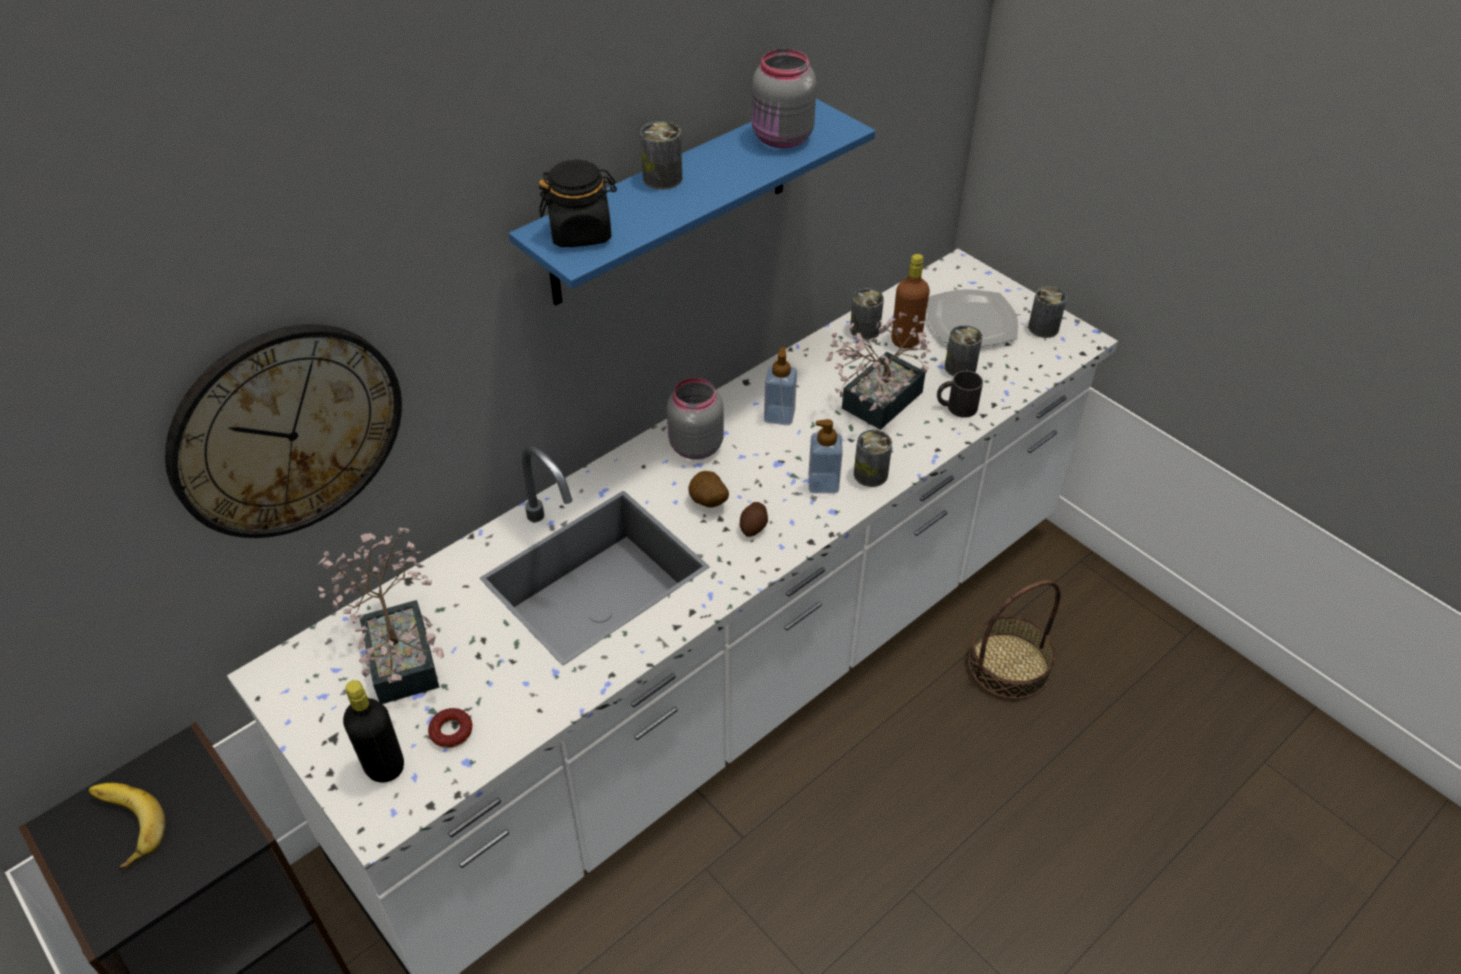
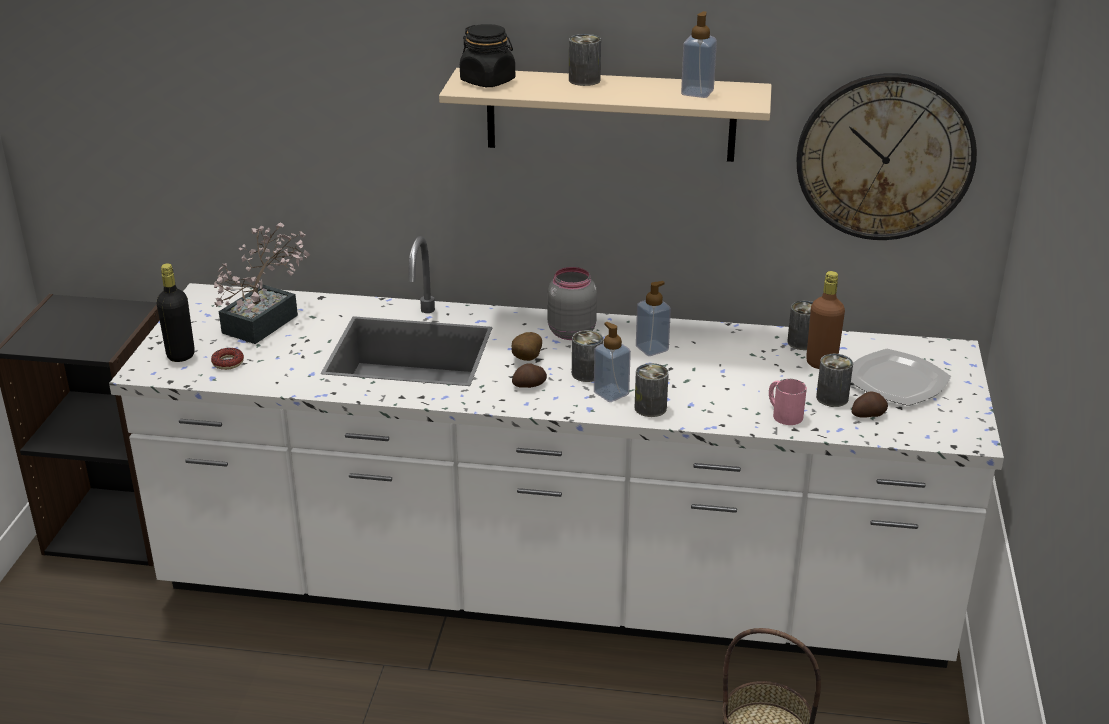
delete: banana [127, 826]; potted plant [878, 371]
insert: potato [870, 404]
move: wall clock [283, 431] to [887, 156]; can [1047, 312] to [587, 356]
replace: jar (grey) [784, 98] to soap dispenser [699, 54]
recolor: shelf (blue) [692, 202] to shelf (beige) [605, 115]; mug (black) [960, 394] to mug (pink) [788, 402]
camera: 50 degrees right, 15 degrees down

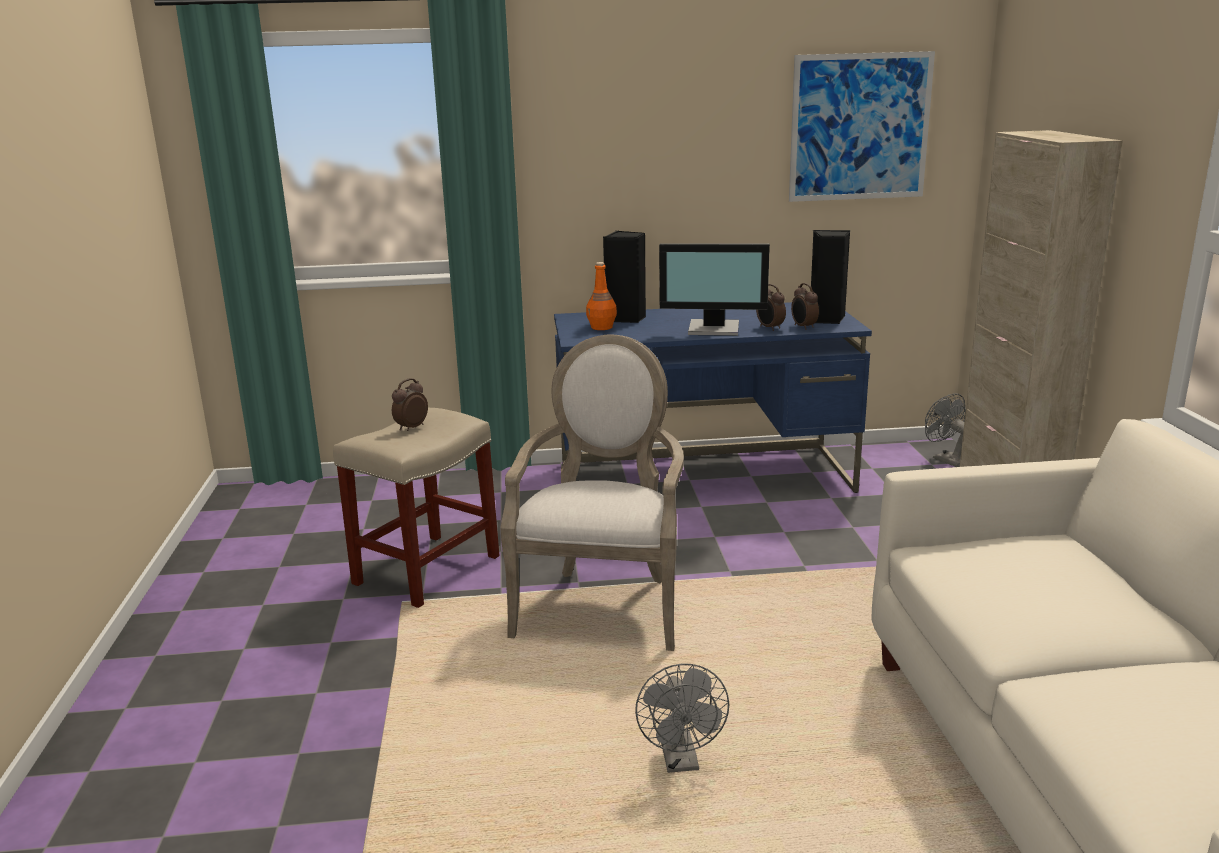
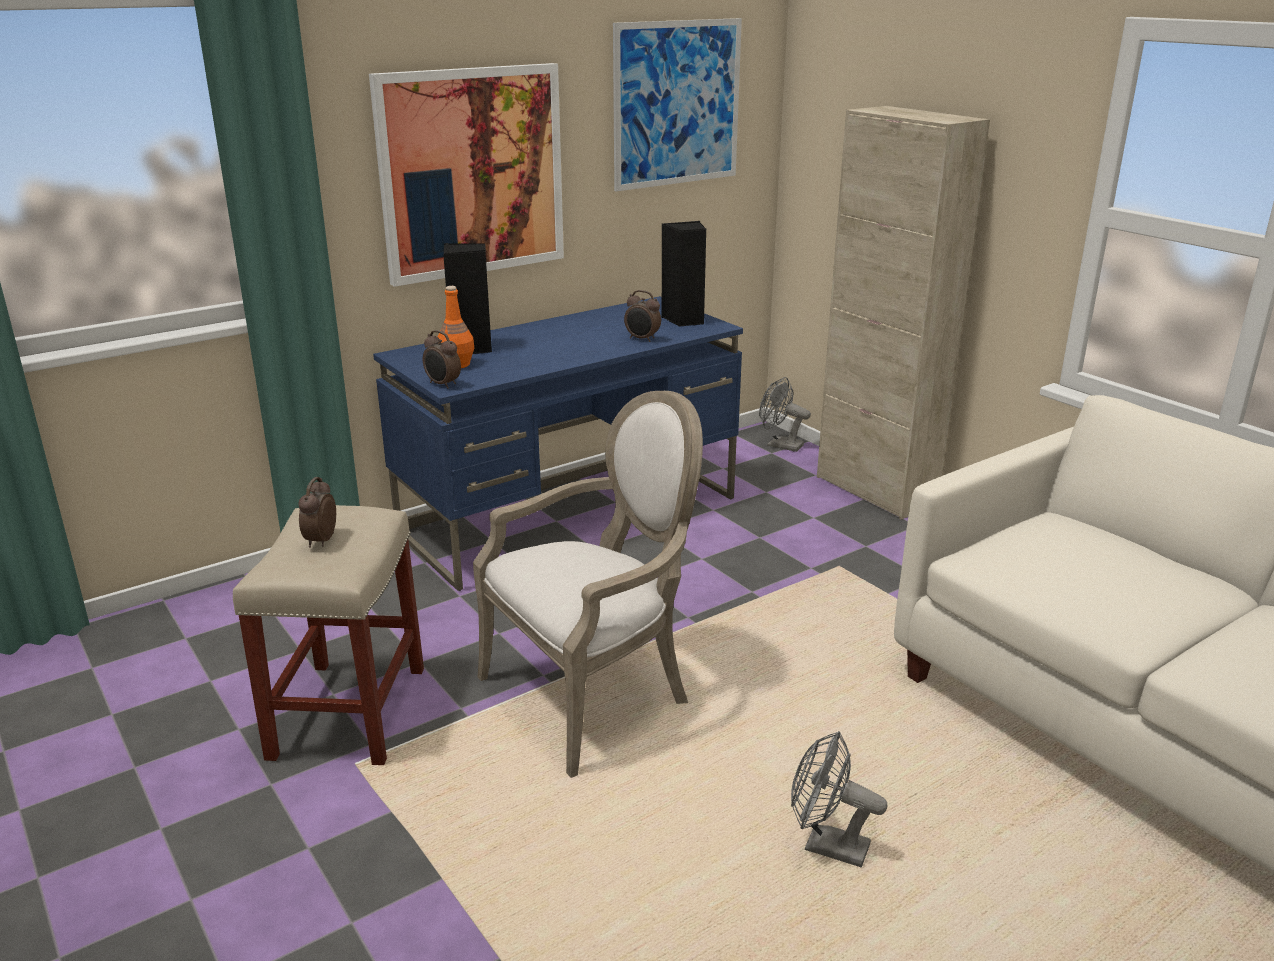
delete: monitor [714, 289]
insert: picture [466, 175]
move: alarm clock [805, 306] to [442, 359]
rotate: armchair [592, 493] = [588, 584] 75 degrees clockwise; fan (grey) [682, 718] = [839, 799] 150 degrees clockwise
camera: 30 degrees left, 5 degrees up

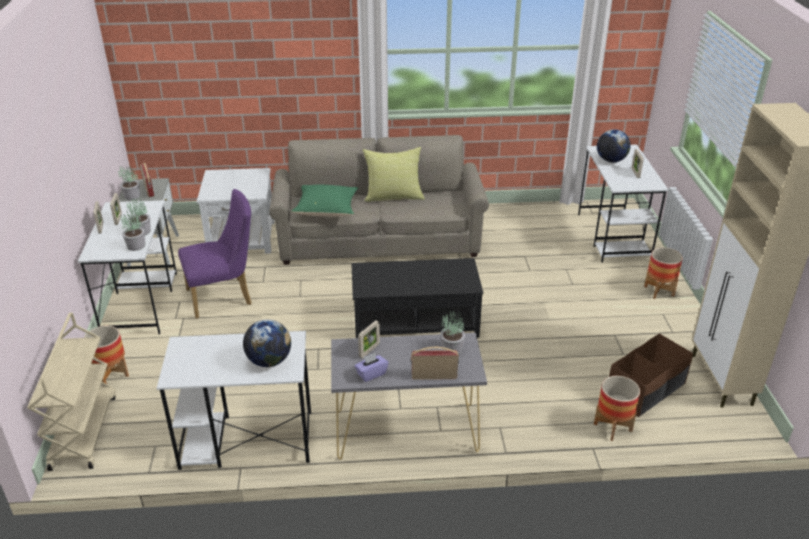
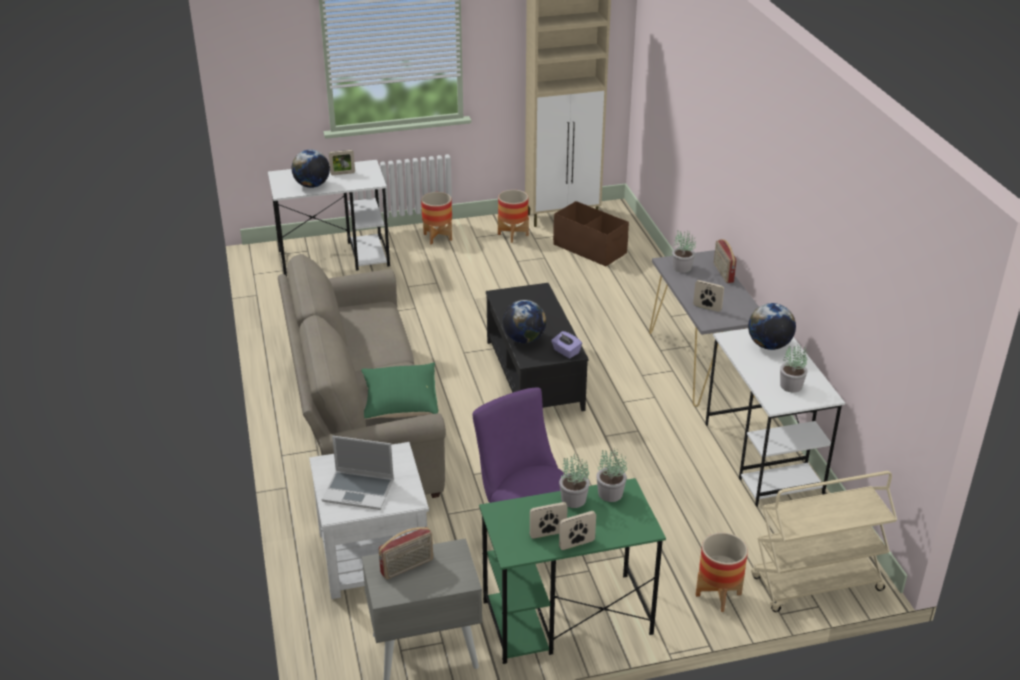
delete: pillow (yellow) [393, 174]
insert: laptop [358, 473]; globe [524, 321]
move: potted plant [129, 183] to [794, 369]; tissue box (purple) [371, 367] to [566, 344]; planter [617, 408] to [513, 216]
recolor: desk (white) [127, 267] to desk (green) [572, 571]
camera: 100 degrees left, 0 degrees up

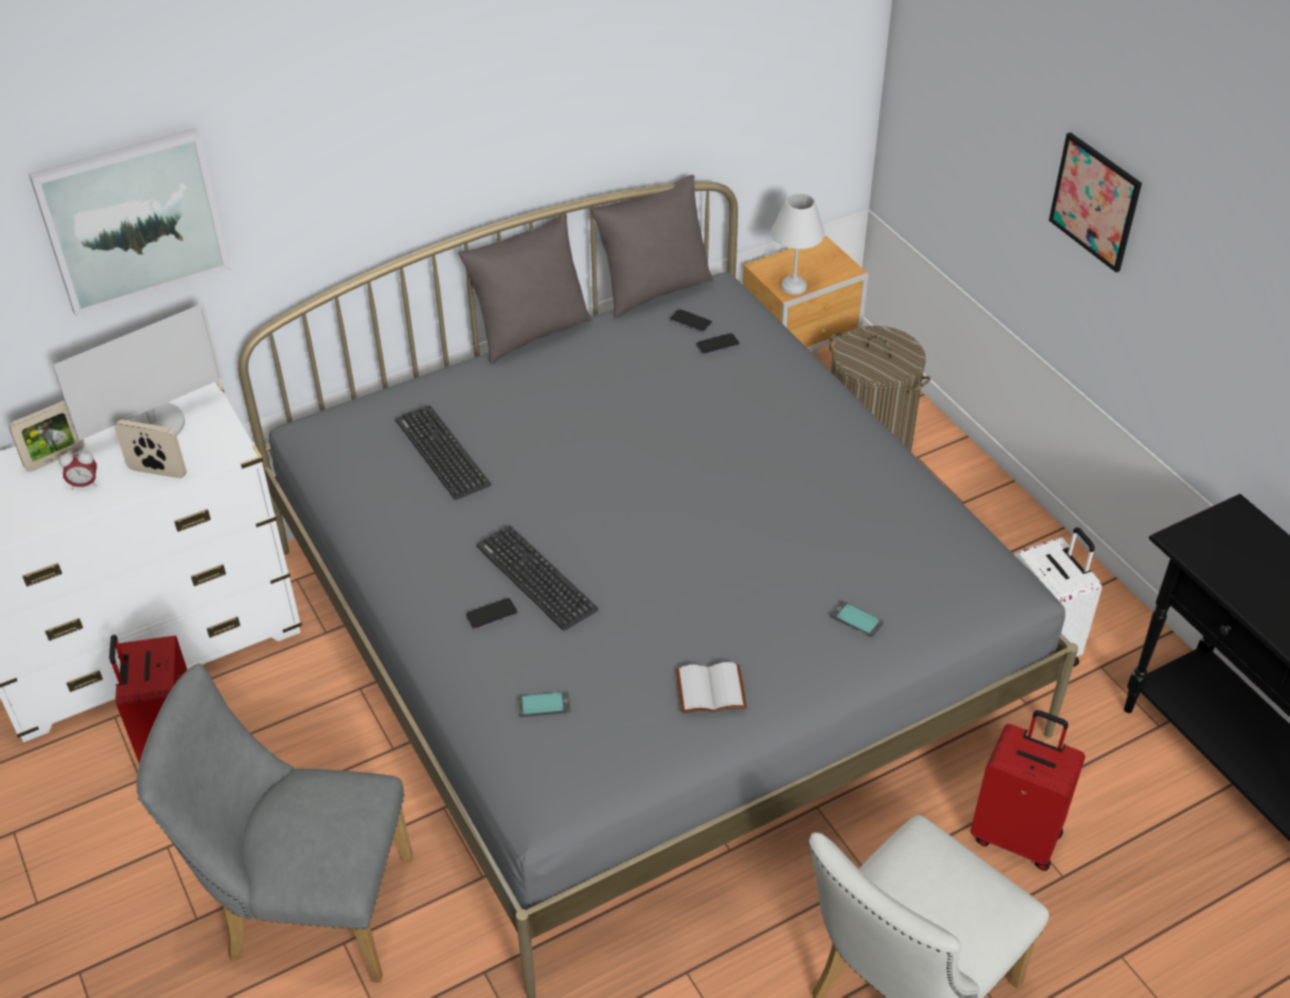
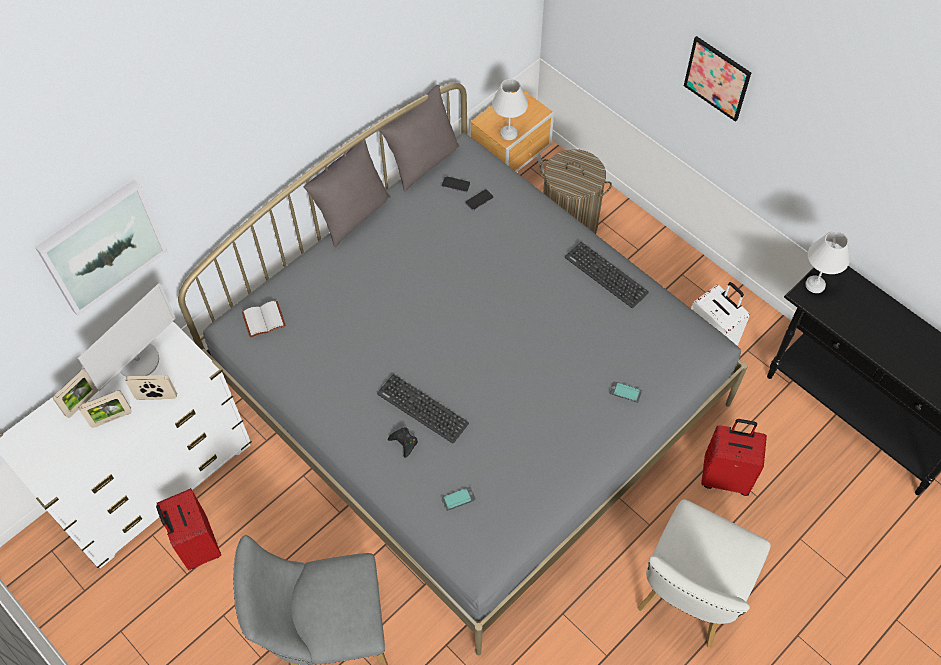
insert: table lamp (white) [827, 262]
move: keyboard [443, 452] to [607, 275]; book (white) [711, 688] to [264, 319]
replace: alarm clock [78, 469] to picture frame [105, 409]; phone [492, 614] to game controller (black) [403, 442]
camera: 15 degrees left, 15 degrees up

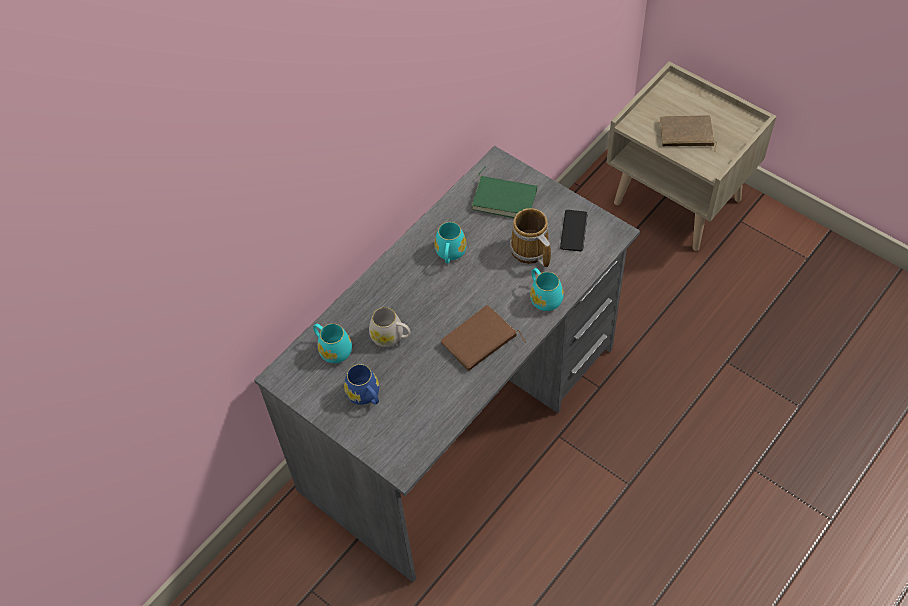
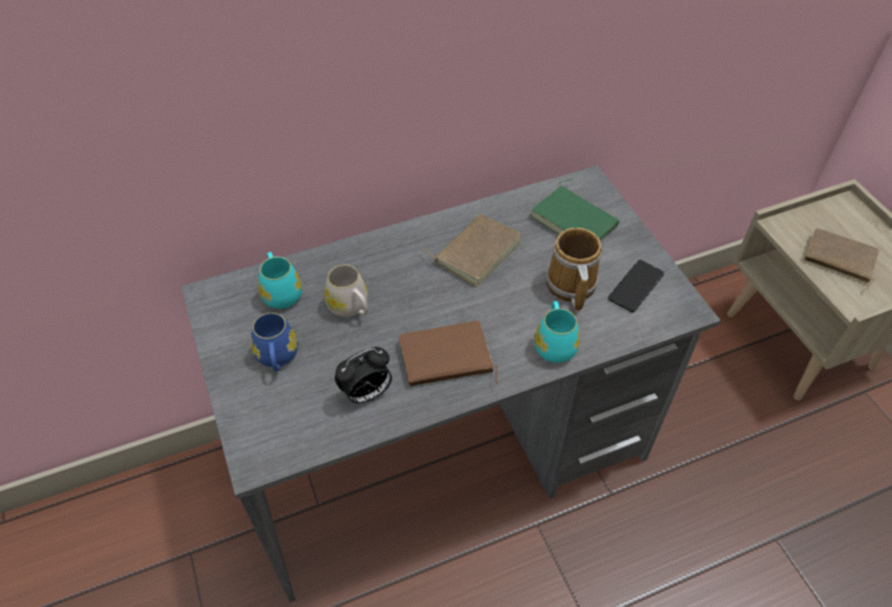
insert: alarm clock [363, 375]
replace: mug (turquoise) [450, 242] to book (brown) [471, 250]
camera: 25 degrees right, 5 degrees down

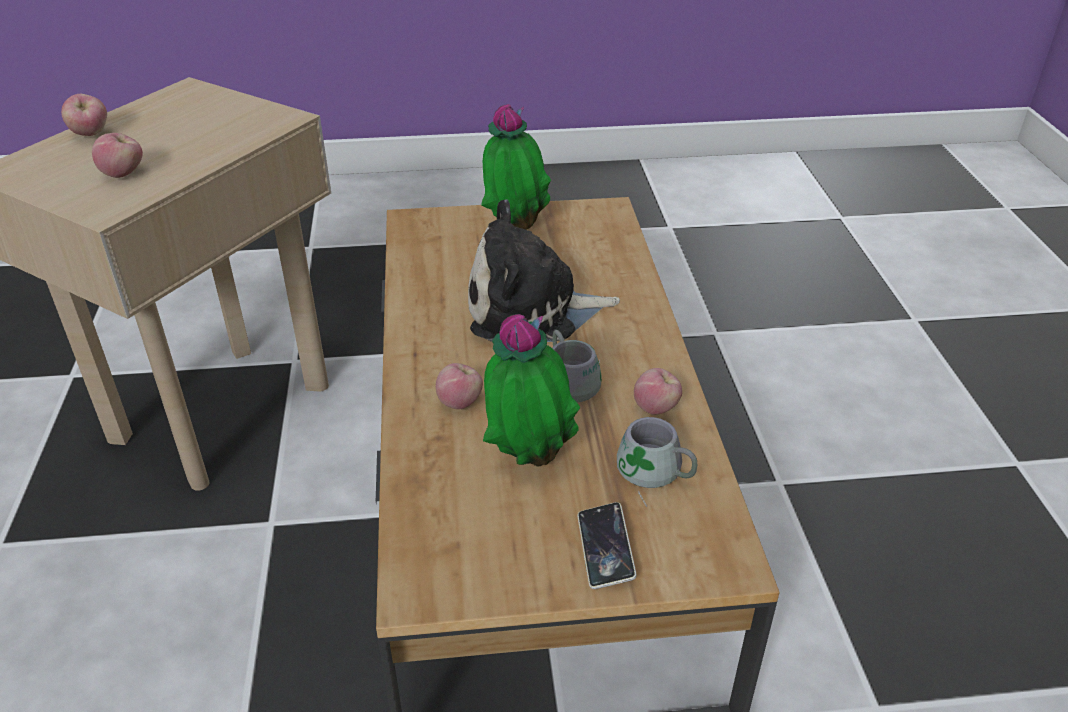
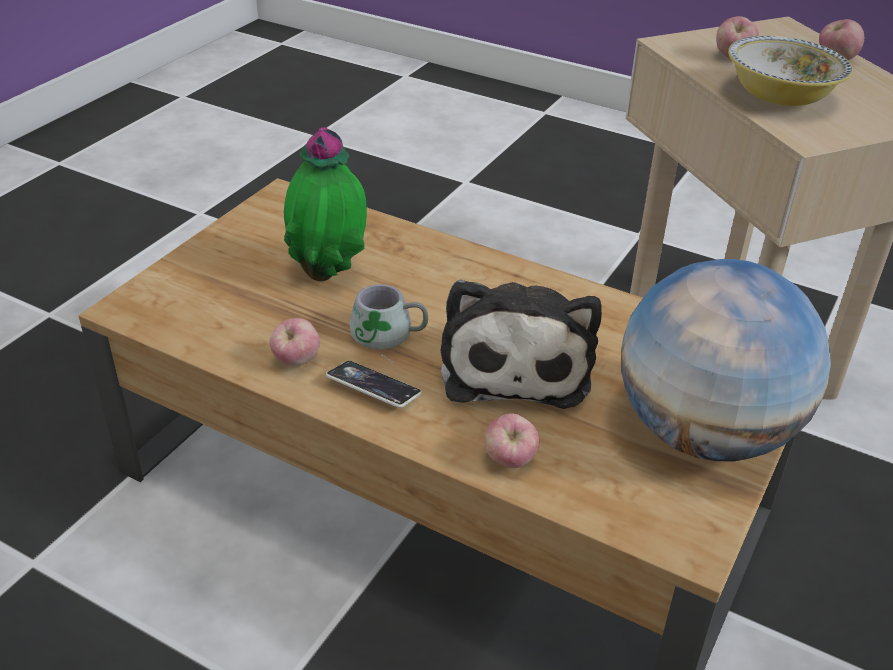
delete: mug (grey) [657, 462]
insert: bowl [790, 71]
move: apple [459, 386] to [512, 440]; phone [607, 545] to [374, 384]
replace: potted plant [516, 167] to globe [726, 360]
rotate: plush toy [544, 270] = [521, 344] 150 degrees clockwise
camera: 125 degrees right, 0 degrees up

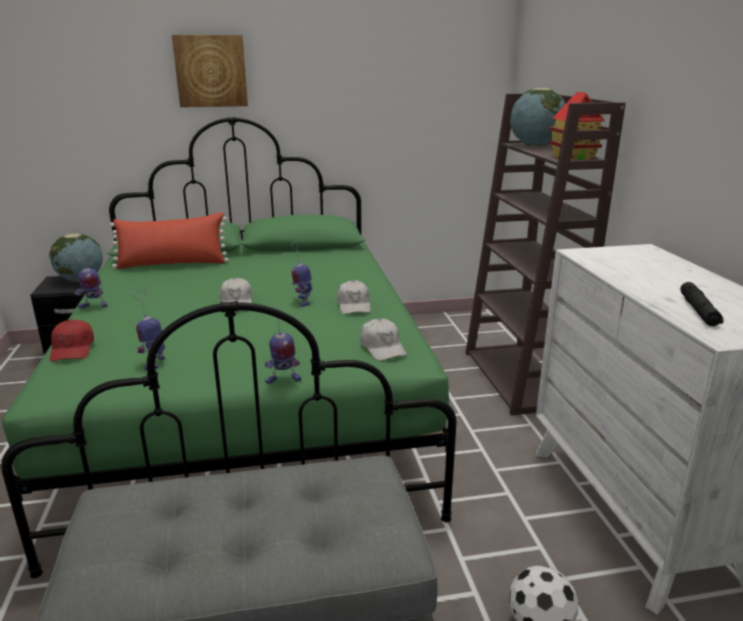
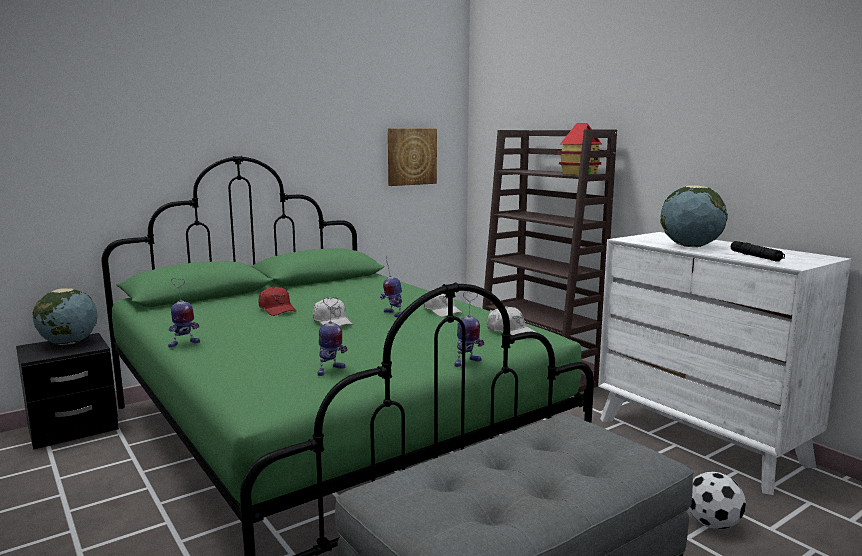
delete: pillow (red) [169, 240]
move: cap (red) [72, 341] to [277, 301]; picture [210, 71] to [412, 157]; globe [537, 117] to [694, 216]
rotate: toy robot [148, 329] = [332, 336] 120 degrees counterclockwise
camera: 25 degrees left, 10 degrees down

